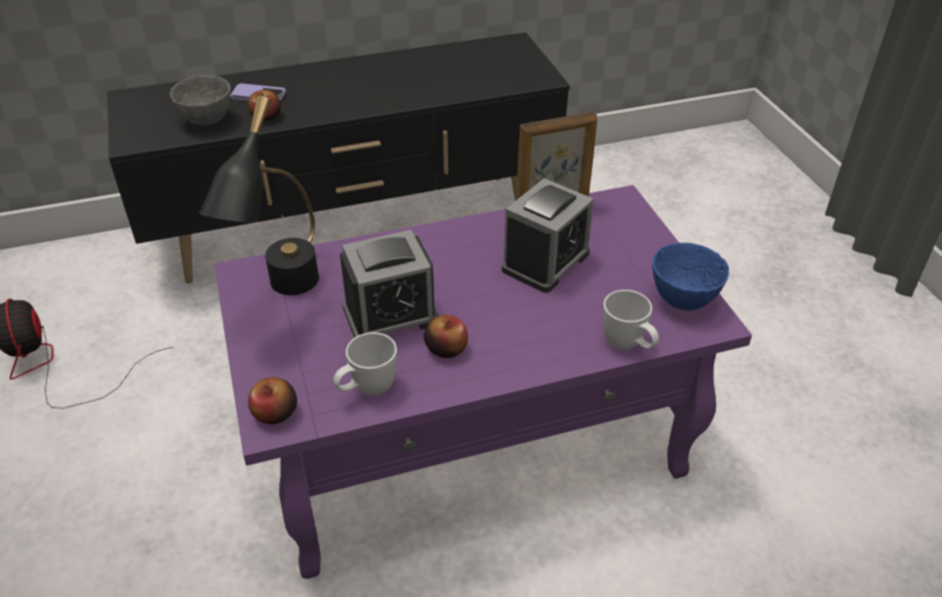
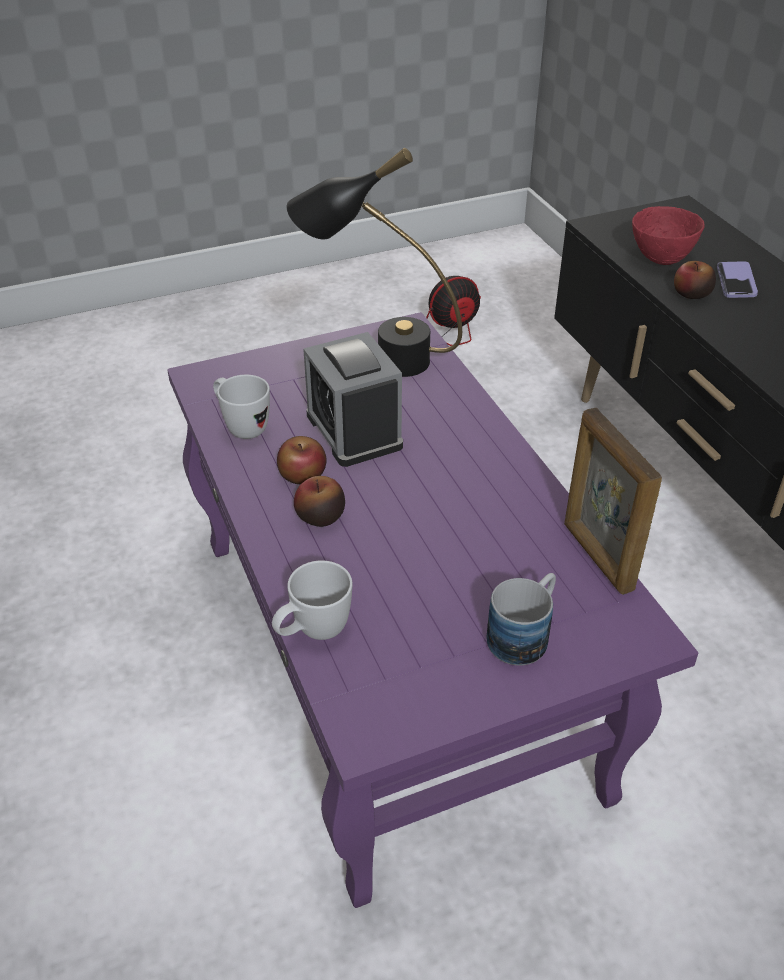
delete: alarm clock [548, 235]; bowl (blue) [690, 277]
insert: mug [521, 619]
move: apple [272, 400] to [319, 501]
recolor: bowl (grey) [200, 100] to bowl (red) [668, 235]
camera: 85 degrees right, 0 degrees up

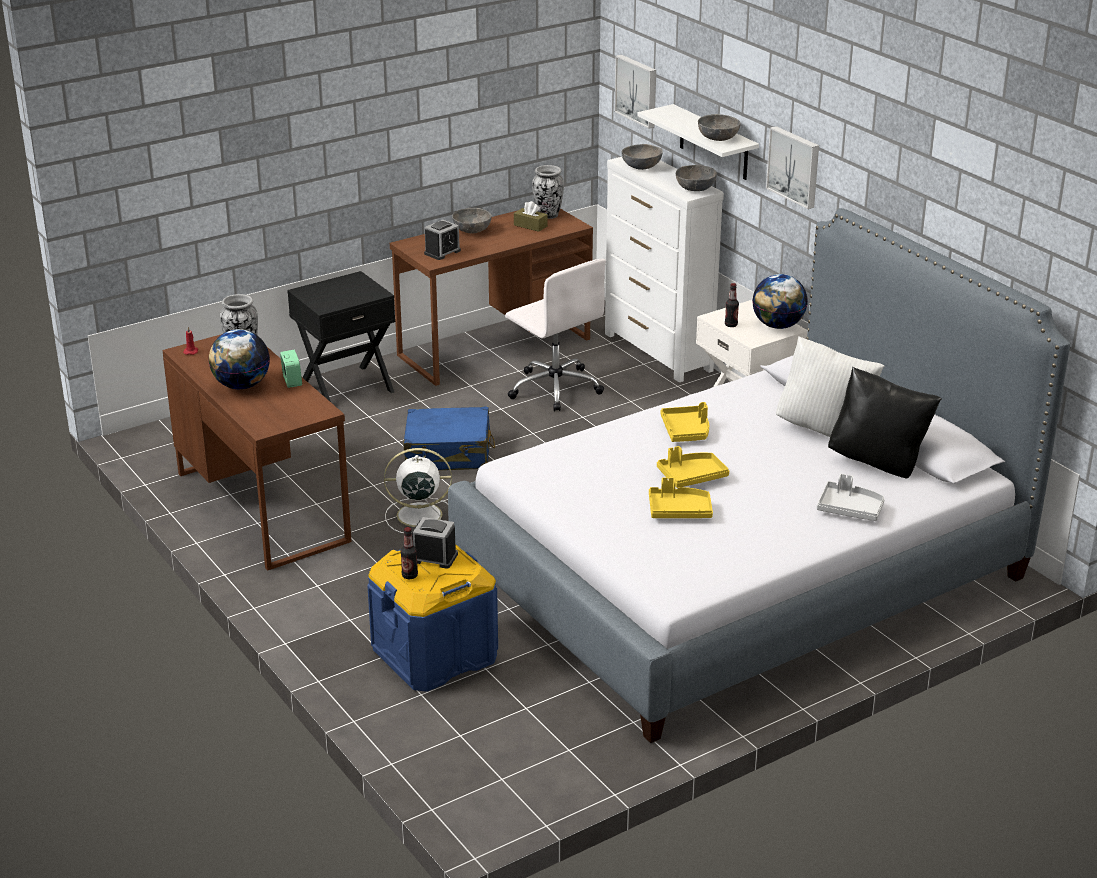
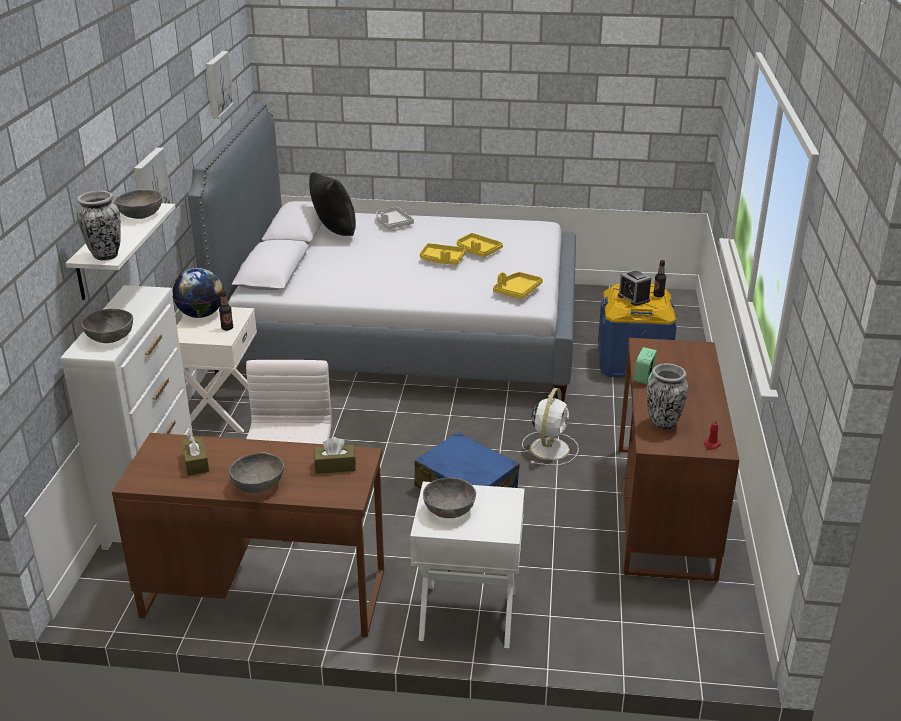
delete: globe [239, 359]; pillow (white) [830, 386]
move: vase [548, 192] to [99, 226]; picture [635, 92] to [220, 85]; tray (yellow) [685, 422] to [518, 285]; bowl (grey) [696, 178] to [449, 497]
replace: alarm clock [442, 240] to tissue box (brown) [335, 455]
recolor: nightstand (black) [341, 336] to nightstand (white) [467, 565]
rotate: fan (white) [418, 490] = [550, 426] 105 degrees counterclockwise
camera: 140 degrees left, 0 degrees up

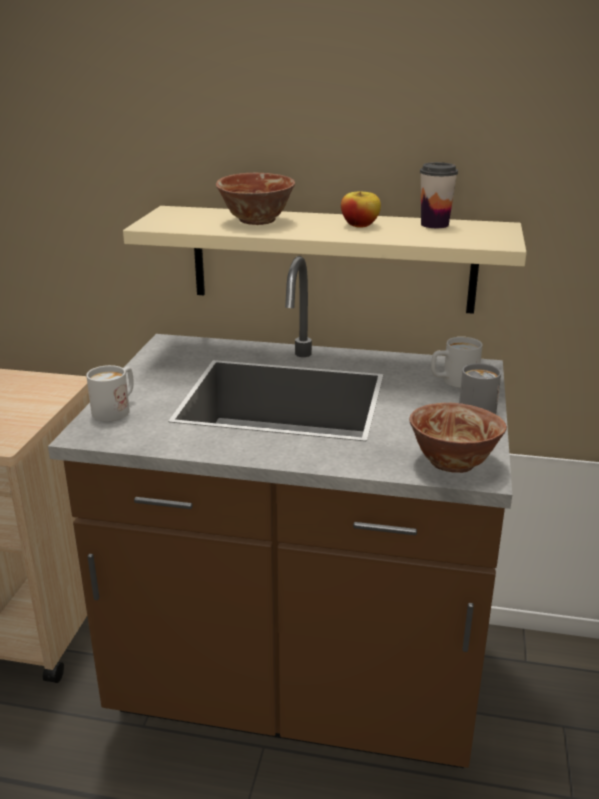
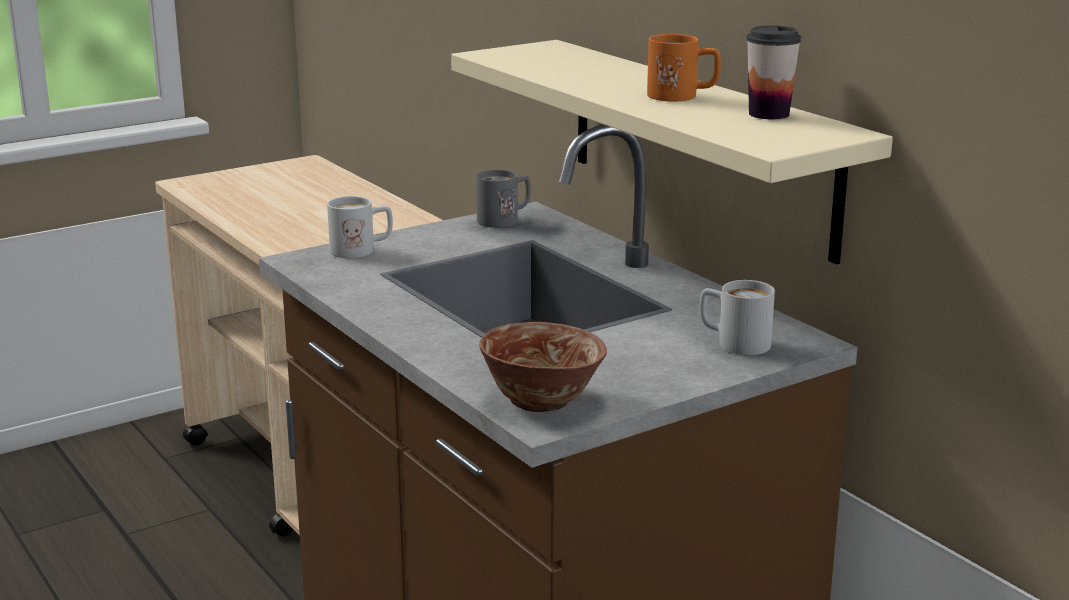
delete: bowl [255, 199]
move: mug (grey) [480, 388] to [503, 198]
replace: apple [361, 209] to mug (orange) [684, 67]
camera: 45 degrees right, 5 degrees down

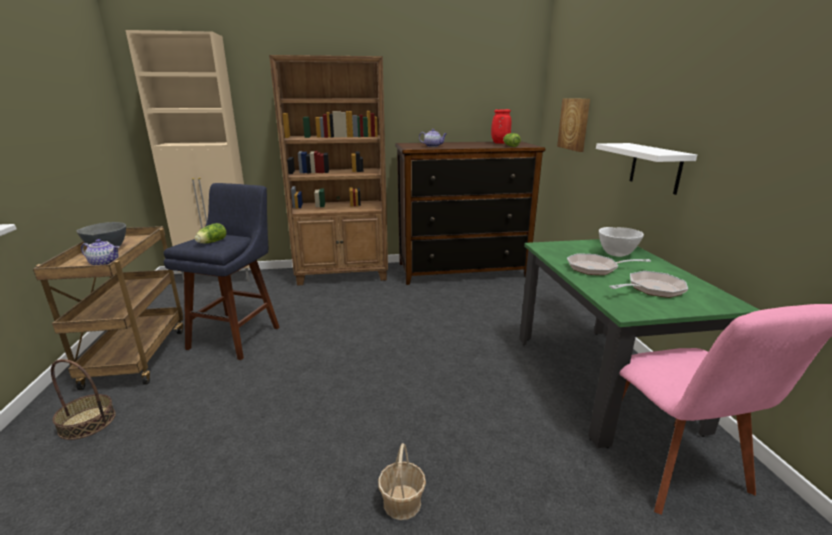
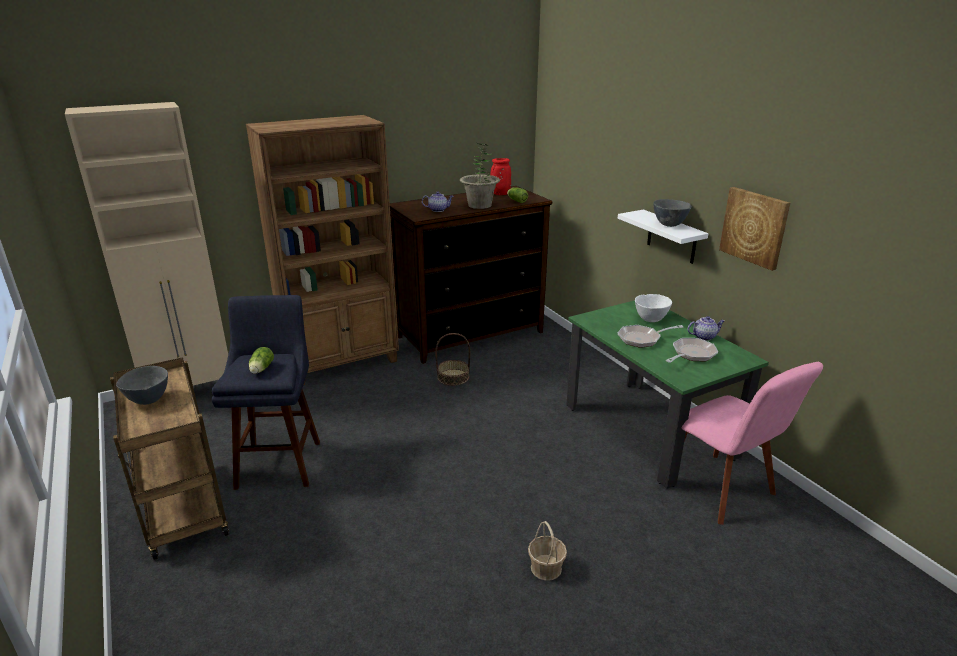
insert: potted plant [480, 176]; bowl (grey) [672, 213]
move: basket [83, 399] to [452, 359]; teapot [100, 252] to [706, 328]; picture [573, 125] to [754, 229]
camera: 20 degrees left, 5 degrees up

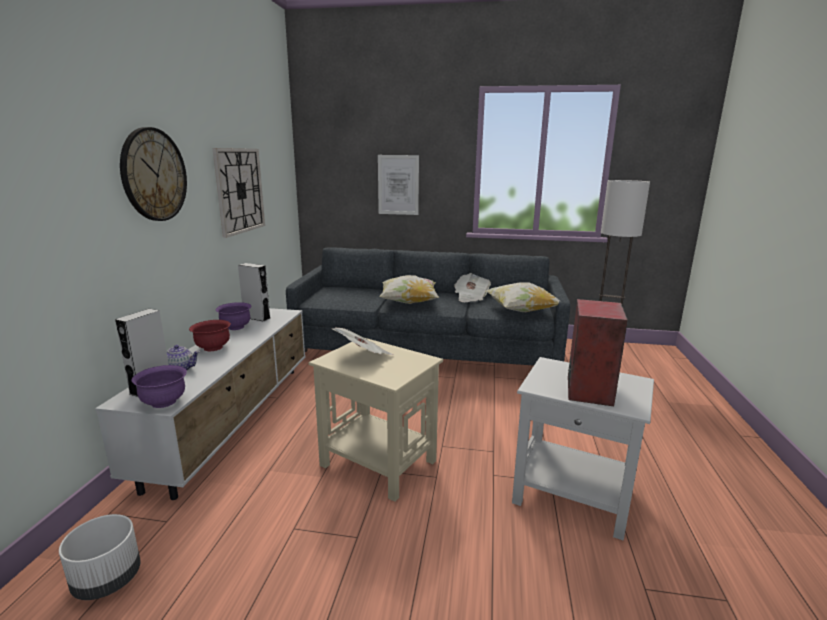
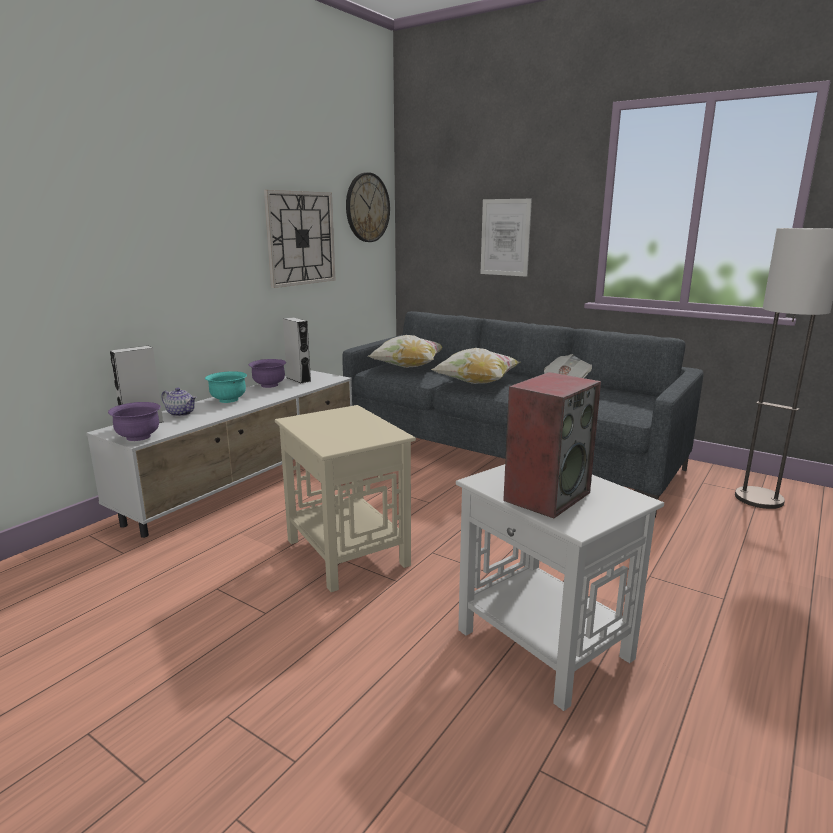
delete: planter (white) [100, 557]; newspaper [363, 341]
move: wall clock [153, 174] to [368, 207]; pillow [523, 297] to [405, 351]
recolor: bowl (red) [210, 335] to bowl (turquoise) [226, 387]
camera: 25 degrees right, 0 degrees up

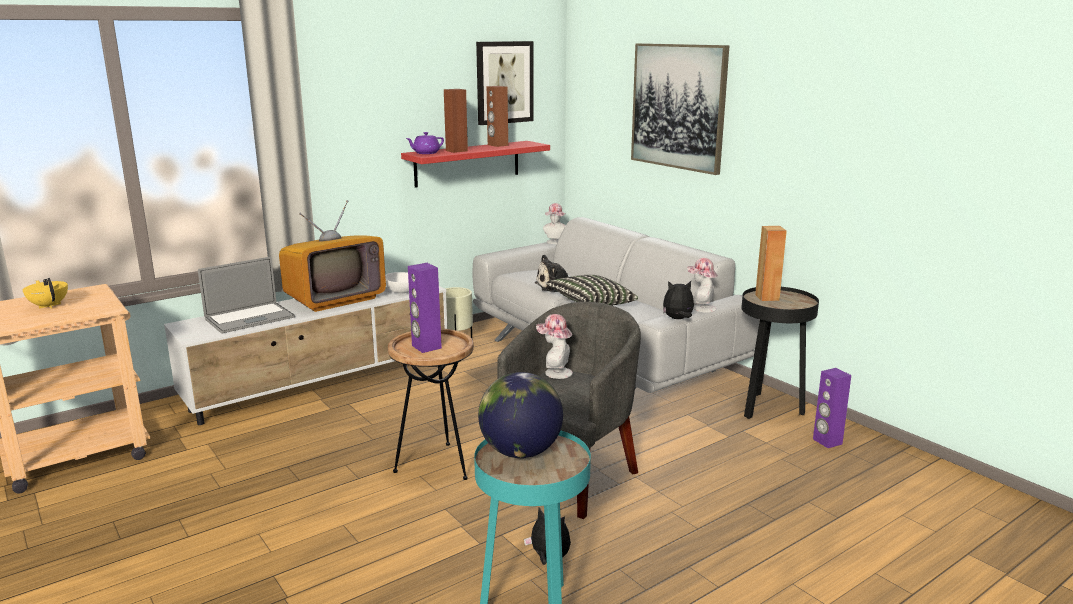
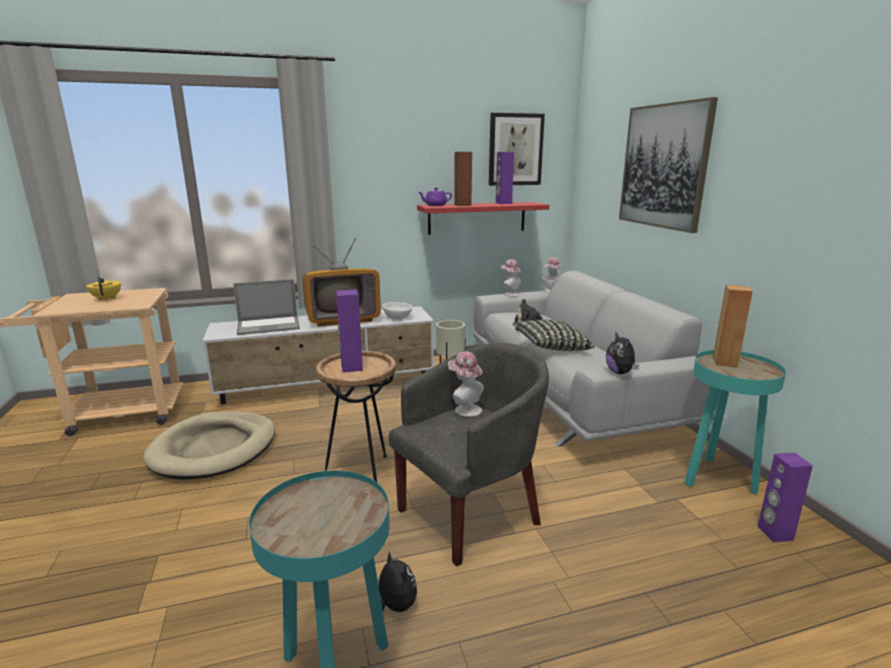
delete: globe [520, 415]
insert: dog bed (beige) [209, 445]
move: hat [702, 285] to [511, 278]
recolor: speaker (brown) [497, 116] to speaker (purple) [505, 178]; side table (black) [780, 353] to side table (turquoise) [735, 422]
rotate: plush toy [678, 300] = [622, 353] 120 degrees counterclockwise
camera: 20 degrees right, 0 degrees up

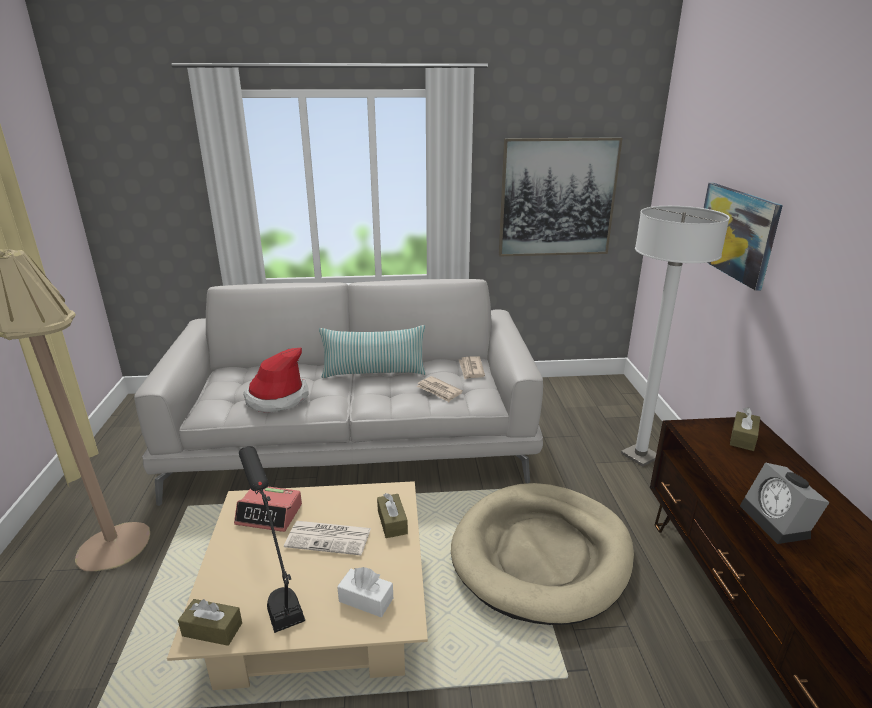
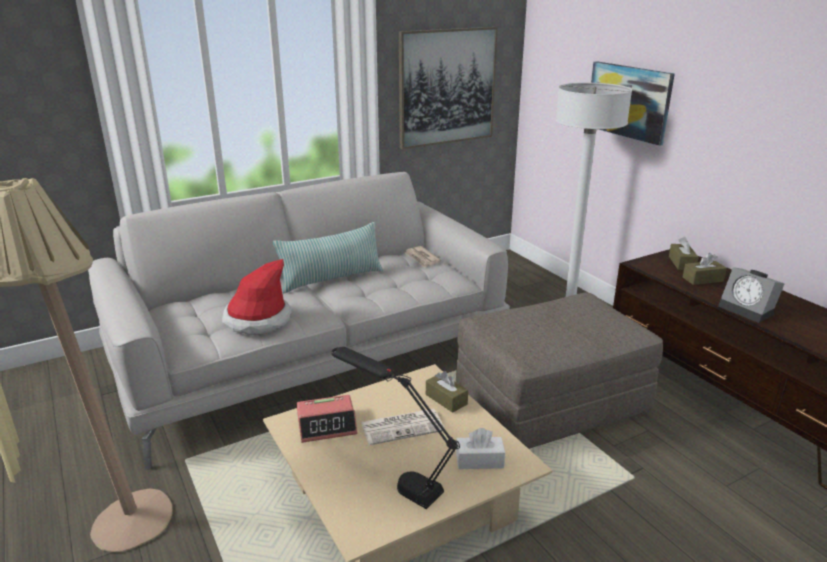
delete: newspaper [440, 389]
move: tissue box (brown) [210, 622] to [705, 269]
replace: dog bed (beige) [542, 554] to ottoman (grey) [559, 371]
camera: 25 degrees left, 0 degrees up

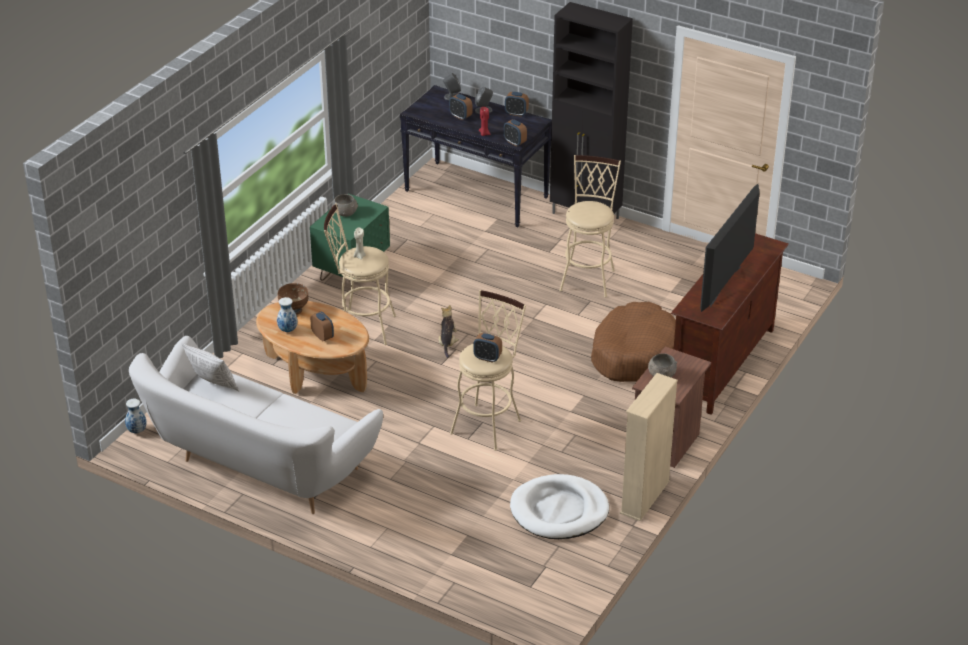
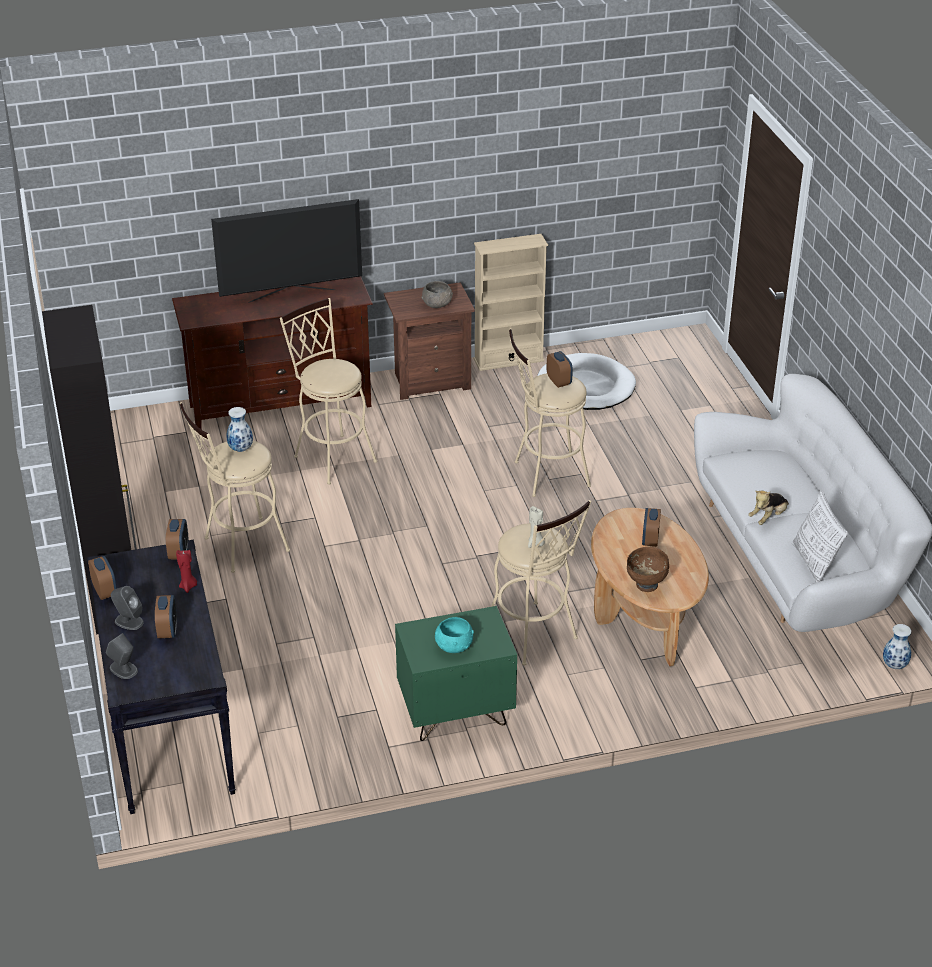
move: vase [287, 314] to [239, 429]; plush toy [449, 331] to [768, 507]
replace: dog bed (brown) [633, 342] to stool (beige) [328, 391]
recolor: bowl (grey) [345, 205] to bowl (turquoise) [454, 635]
camera: 135 degrees left, 0 degrees up

